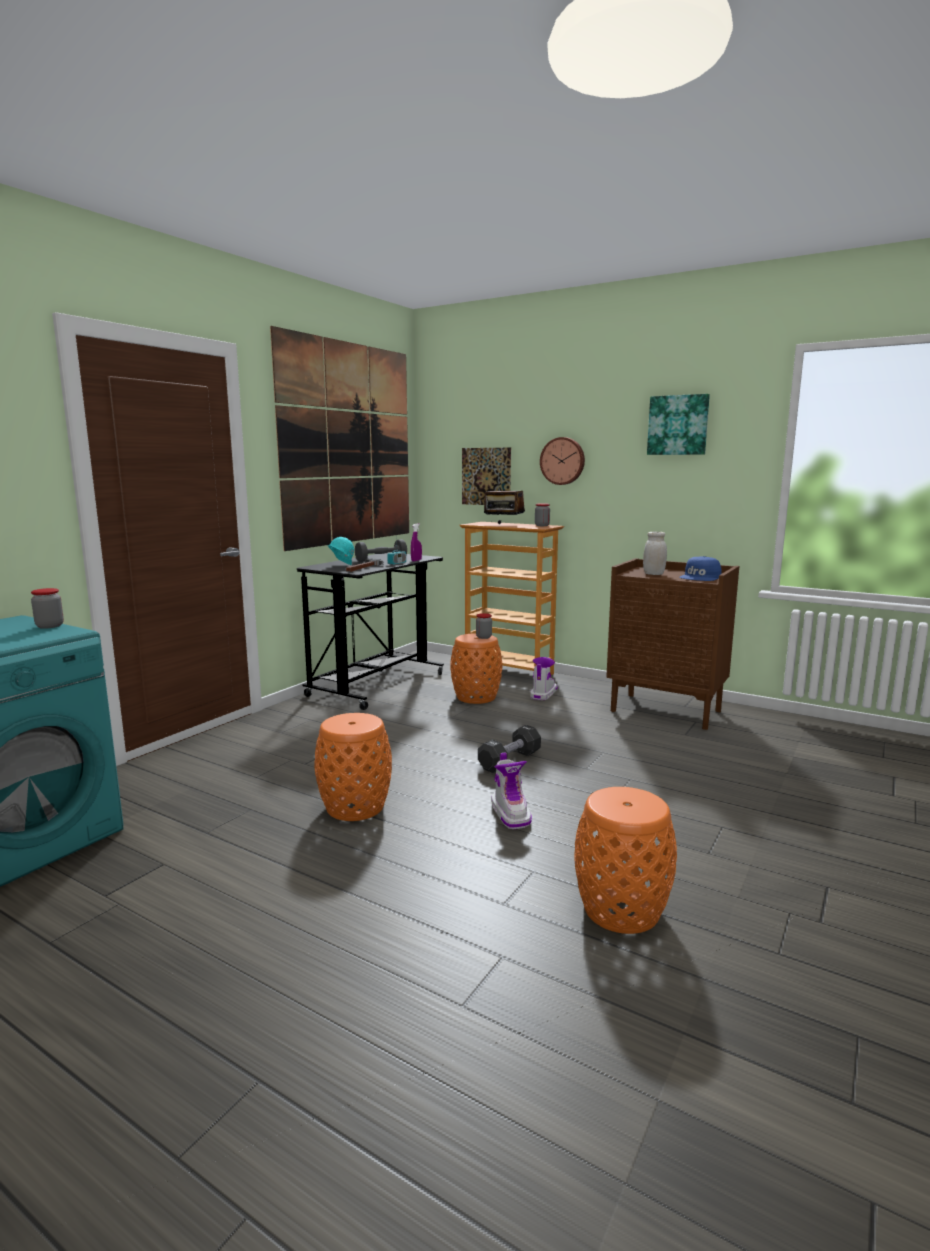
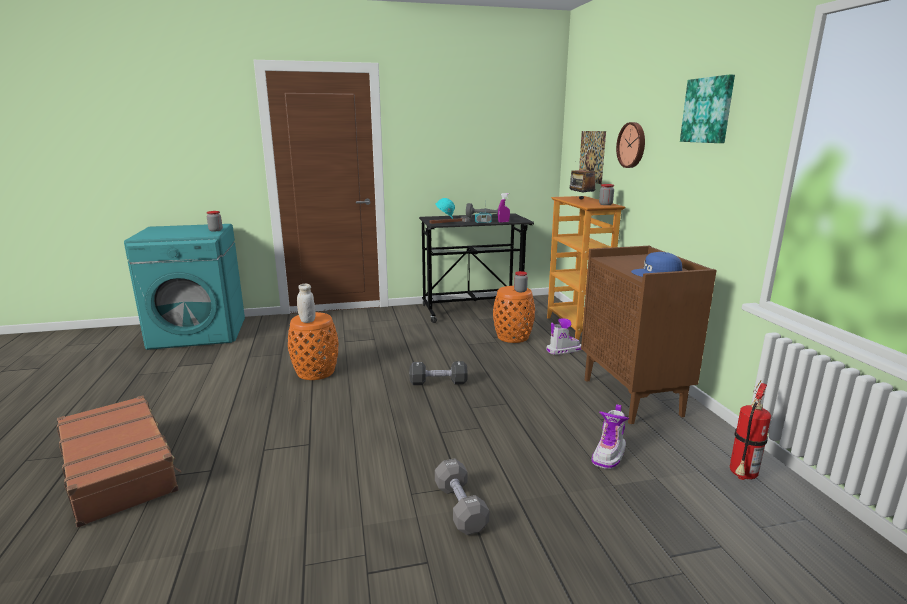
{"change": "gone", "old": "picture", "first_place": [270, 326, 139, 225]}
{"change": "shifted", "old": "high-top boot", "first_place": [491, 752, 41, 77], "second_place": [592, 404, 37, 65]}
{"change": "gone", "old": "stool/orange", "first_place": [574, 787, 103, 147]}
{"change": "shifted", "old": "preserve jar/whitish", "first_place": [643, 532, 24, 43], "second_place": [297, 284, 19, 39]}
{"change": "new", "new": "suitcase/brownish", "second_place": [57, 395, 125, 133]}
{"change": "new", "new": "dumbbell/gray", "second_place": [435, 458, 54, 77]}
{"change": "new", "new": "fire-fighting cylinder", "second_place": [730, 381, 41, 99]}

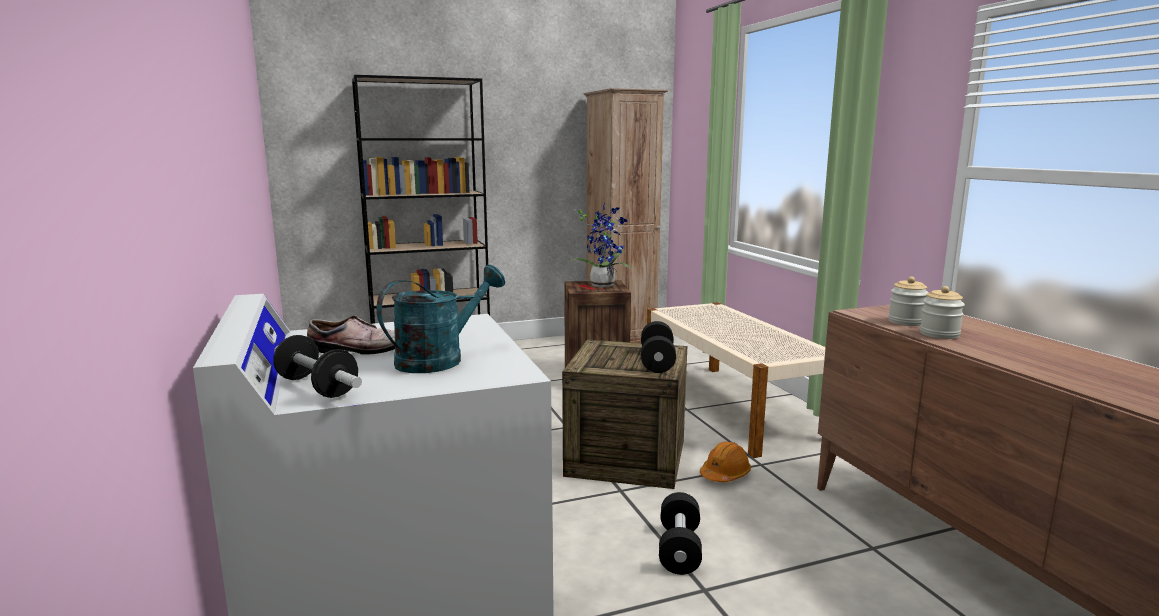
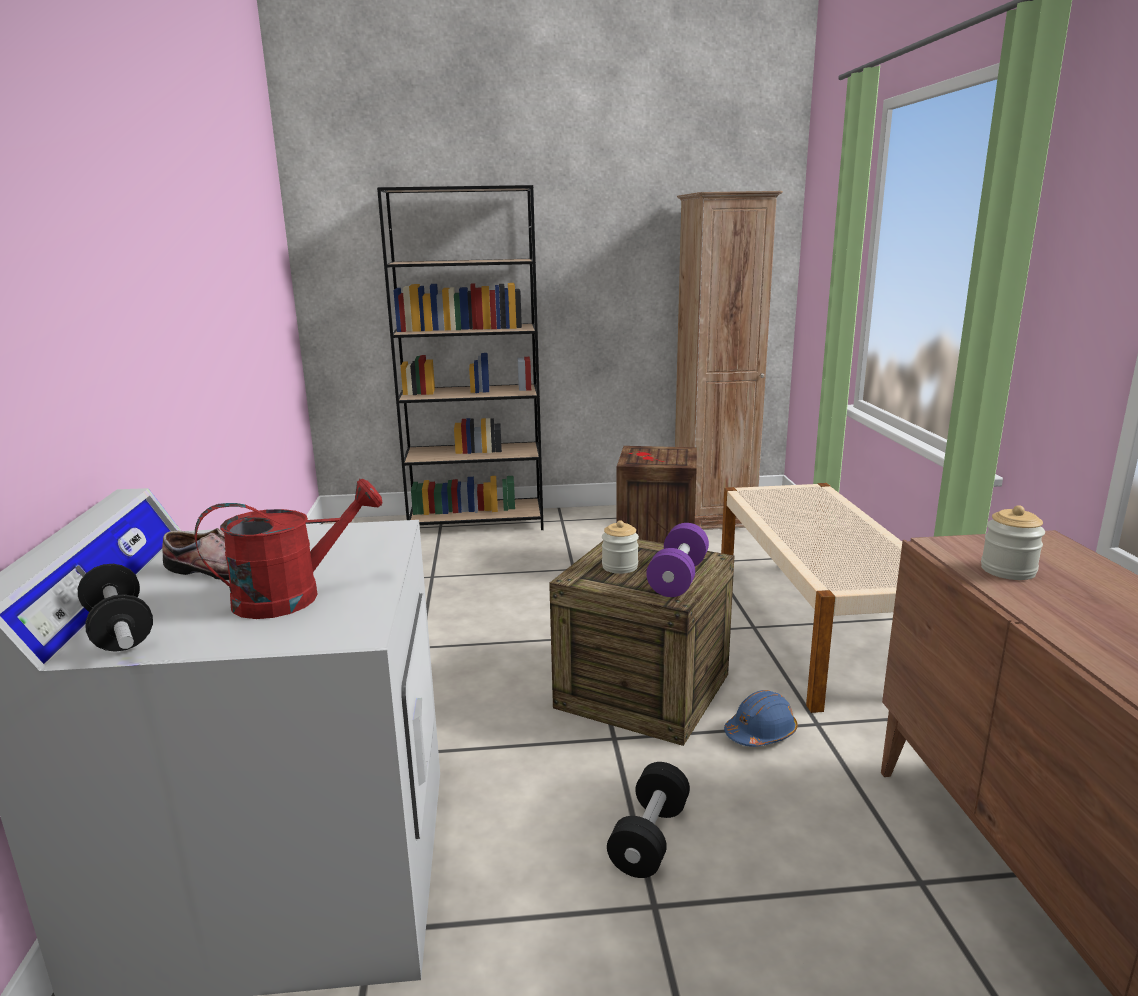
{"change": "repainted", "old": "watering can/turquoise", "new": "watering can/red-coloured", "first_place": [377, 265, 128, 108], "second_place": [195, 479, 187, 140]}
{"change": "gone", "old": "plant in a pot", "first_place": [566, 202, 65, 85]}
{"change": "repainted", "old": "dumbbell/blackish", "new": "dumbbell/purple", "first_place": [641, 321, 35, 52], "second_place": [646, 523, 63, 74]}
{"change": "repainted", "old": "work helmet/orange", "new": "work helmet/blue", "first_place": [700, 442, 51, 40], "second_place": [724, 690, 74, 57]}
{"change": "shifted", "old": "preserve jar", "first_place": [920, 286, 45, 53], "second_place": [602, 520, 37, 54]}

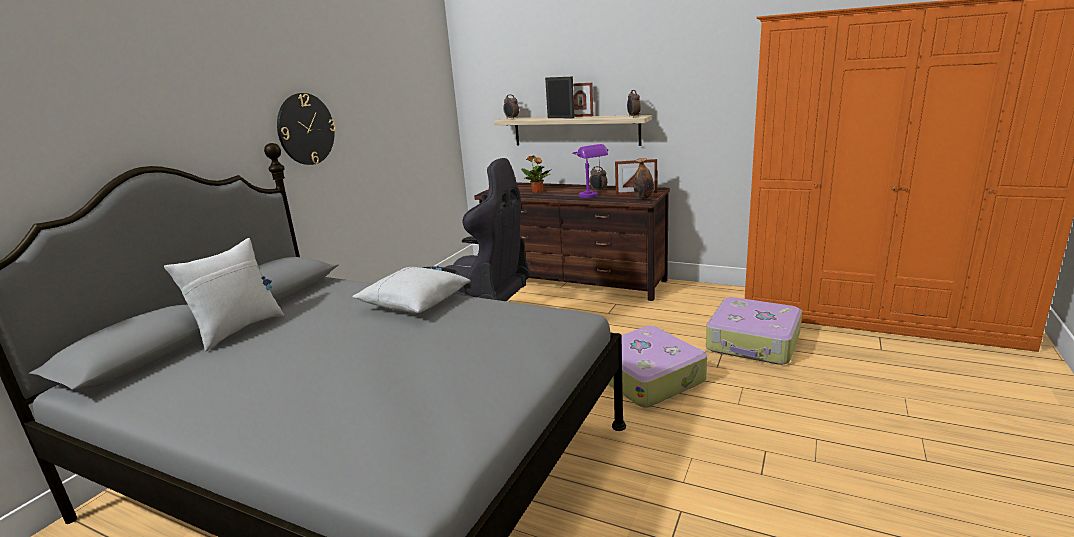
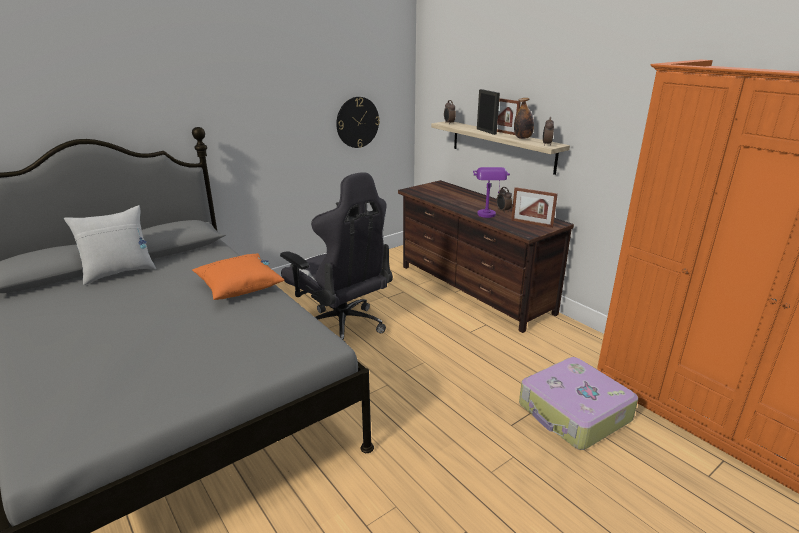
{"change": "shifted", "old": "clock on the wall", "first_place": [277, 93, 59, 72], "second_place": [336, 97, 44, 51]}
{"change": "repainted", "old": "cushion/gray", "new": "cushion/orange", "first_place": [353, 266, 117, 47], "second_place": [192, 253, 93, 47]}
{"change": "gone", "old": "plant in a pot", "first_place": [521, 155, 31, 38]}
{"change": "gone", "old": "suitcase", "first_place": [608, 326, 99, 82]}
{"change": "shifted", "old": "drink bottle", "first_place": [633, 158, 21, 41], "second_place": [514, 98, 20, 41]}

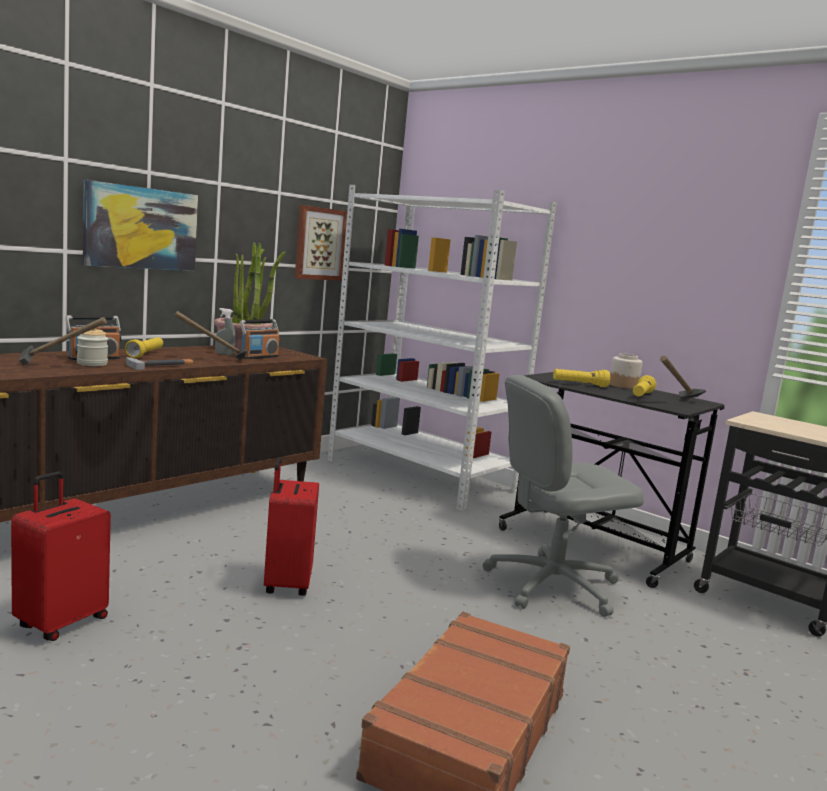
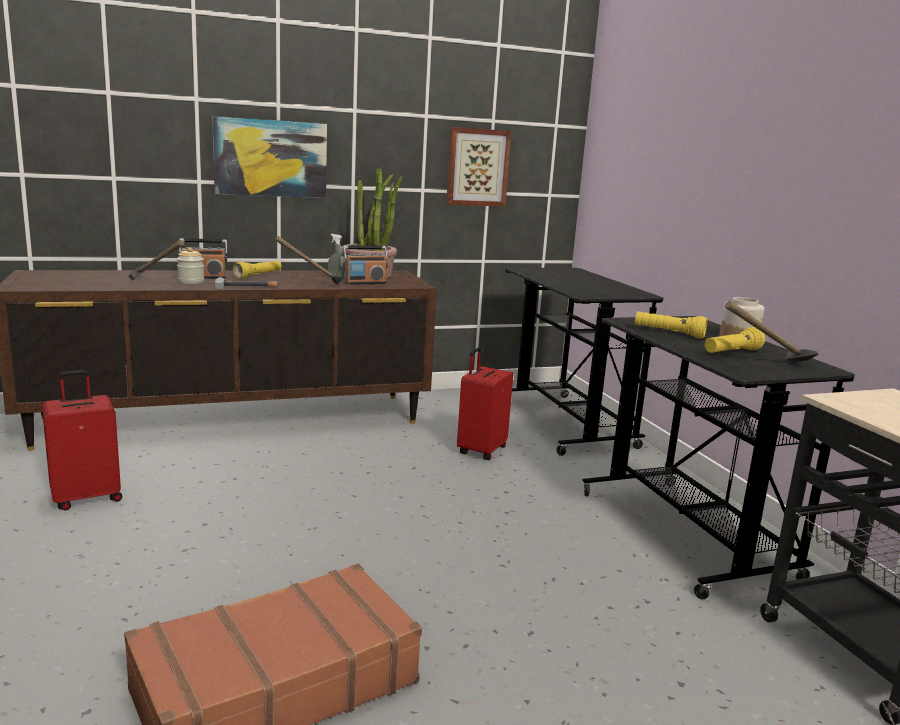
{"change": "shifted", "old": "suitcase/red-coloured", "first_place": [264, 457, 55, 139], "second_place": [457, 347, 56, 113]}
{"change": "swapped", "old": "bookshelf/whitish", "new": "desk/blackish", "first_place": [328, 185, 229, 326], "second_place": [505, 268, 158, 188]}
{"change": "gone", "old": "office chair/gray", "first_place": [482, 375, 162, 242]}

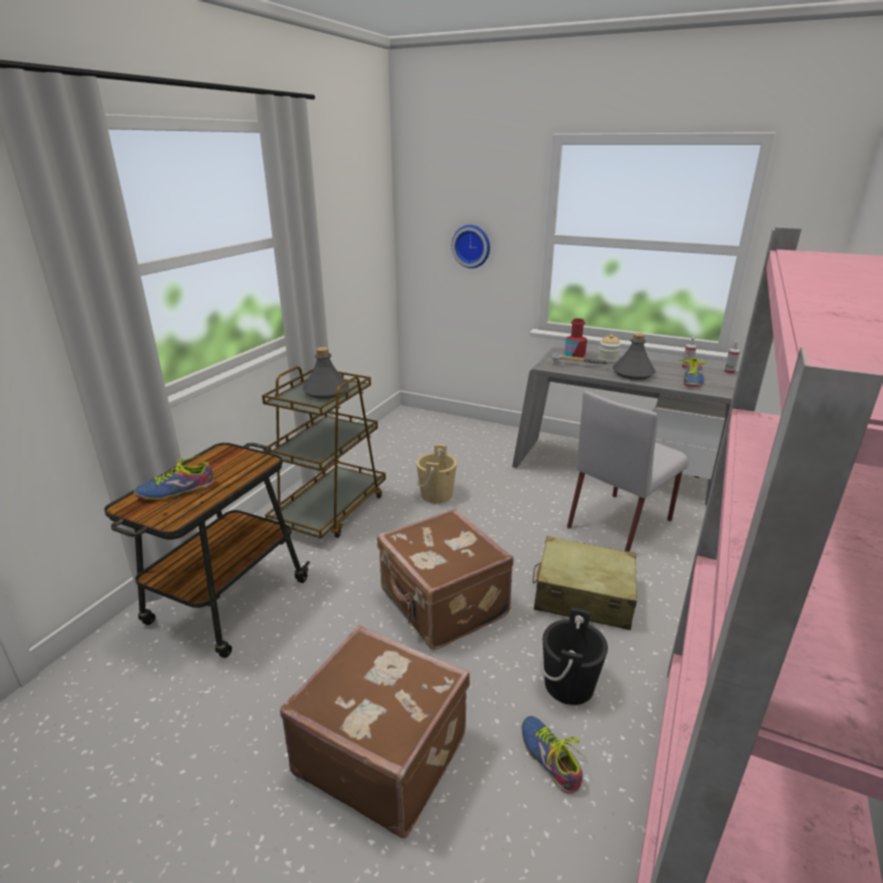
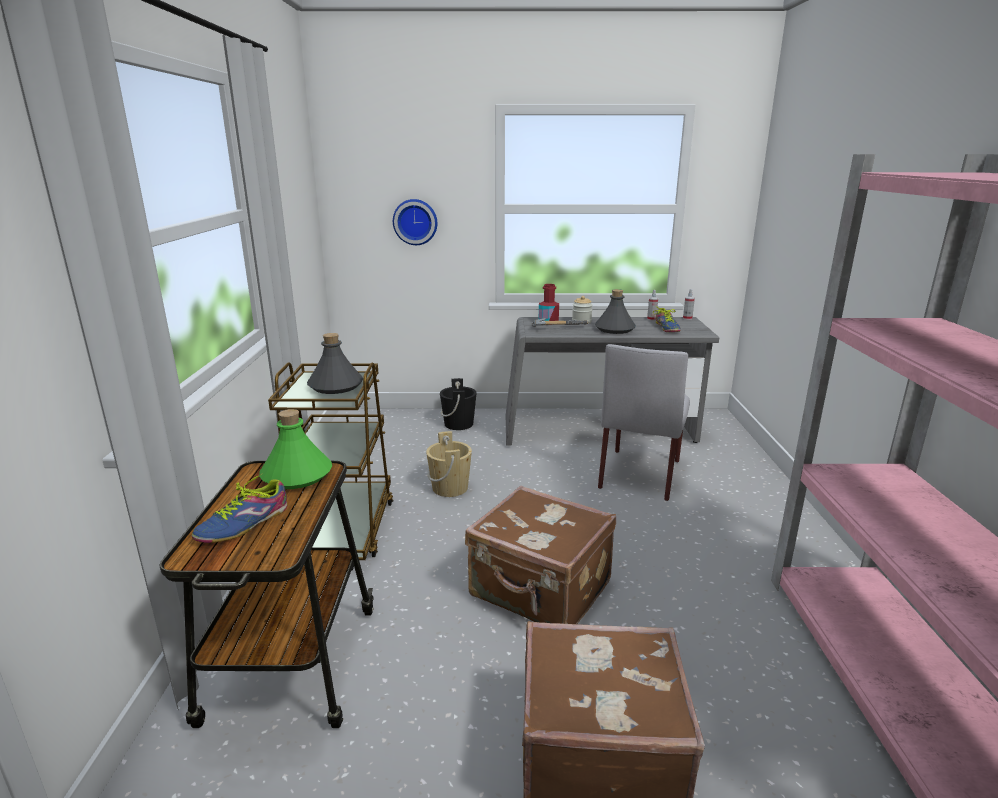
{"change": "gone", "old": "item of footwear", "first_place": [522, 716, 64, 78]}
{"change": "gone", "old": "suitcase/sand-coloured", "first_place": [533, 536, 104, 94]}
{"change": "shifted", "old": "bucket/blackish", "first_place": [540, 608, 68, 97], "second_place": [440, 378, 37, 52]}
{"change": "new", "new": "drink bottle/green-coloured", "second_place": [259, 409, 73, 80]}

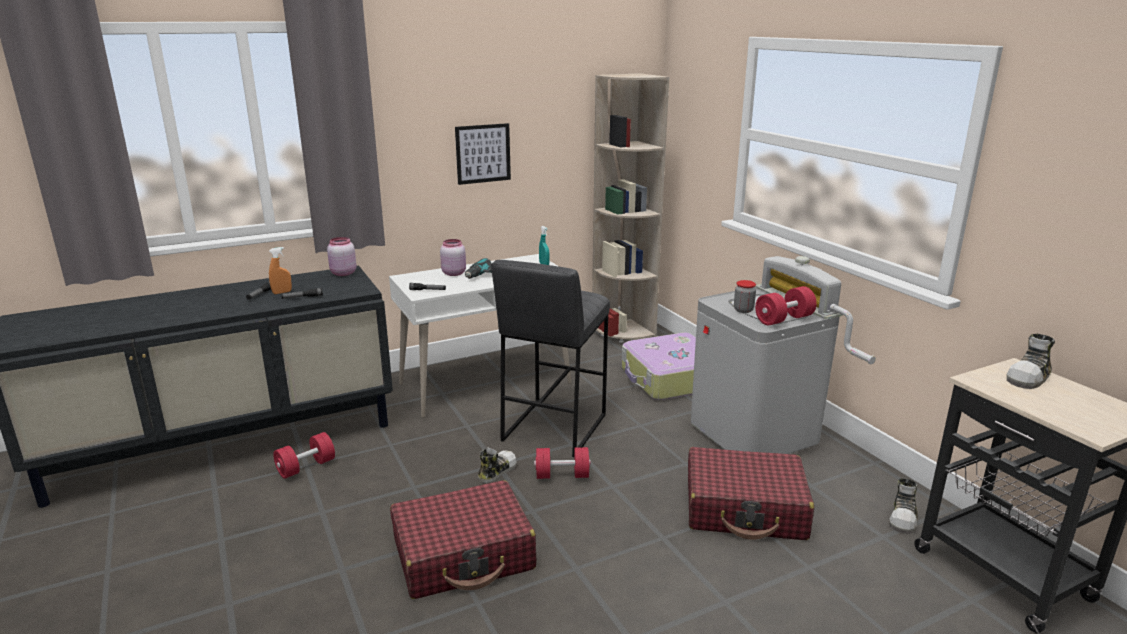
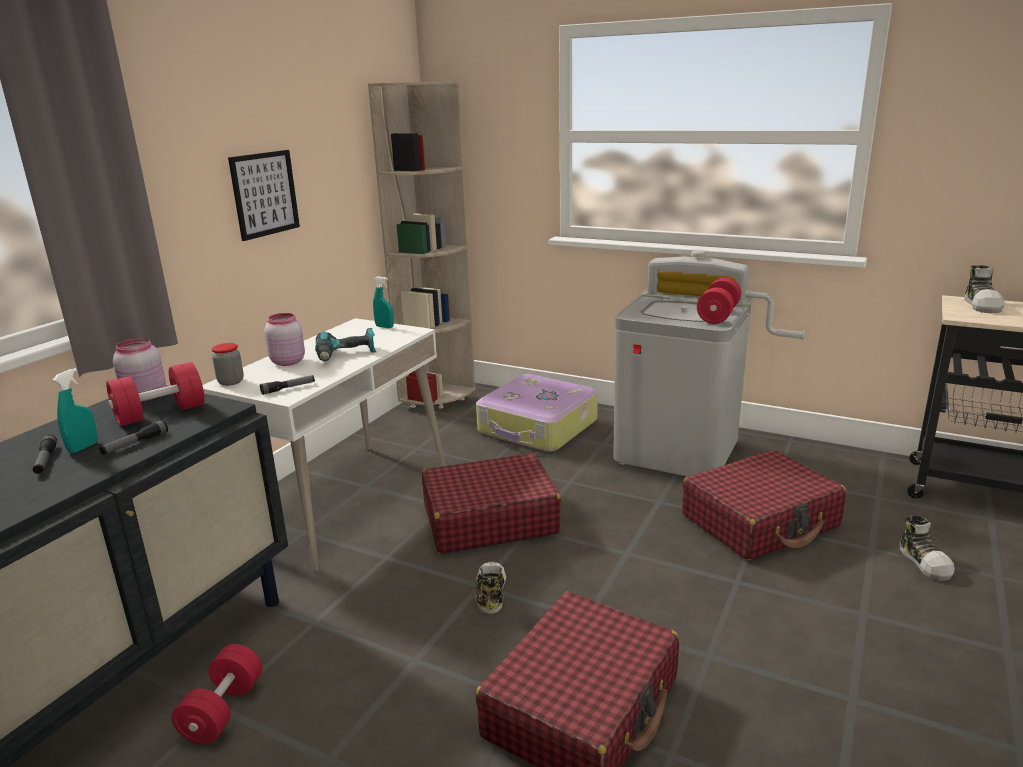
{"change": "repainted", "old": "hand sprayer/orange", "new": "hand sprayer/turquoise", "first_place": [269, 247, 23, 47], "second_place": [52, 368, 46, 85]}
{"change": "swapped", "old": "stool/gray", "new": "suitcase/red-coloured", "first_place": [491, 260, 119, 197], "second_place": [422, 453, 139, 101]}
{"change": "shifted", "old": "dumbbell/red-coloured", "first_place": [534, 447, 57, 32], "second_place": [106, 362, 99, 64]}
{"change": "shifted", "old": "preserve jar", "first_place": [734, 280, 22, 33], "second_place": [212, 343, 32, 43]}
{"change": "shifted", "old": "item of footwear", "first_place": [890, 478, 28, 56], "second_place": [900, 516, 55, 65]}

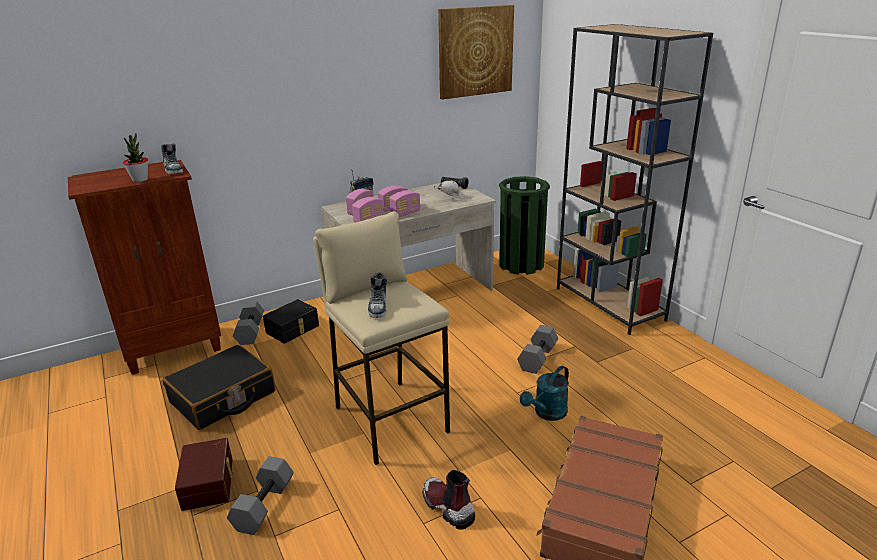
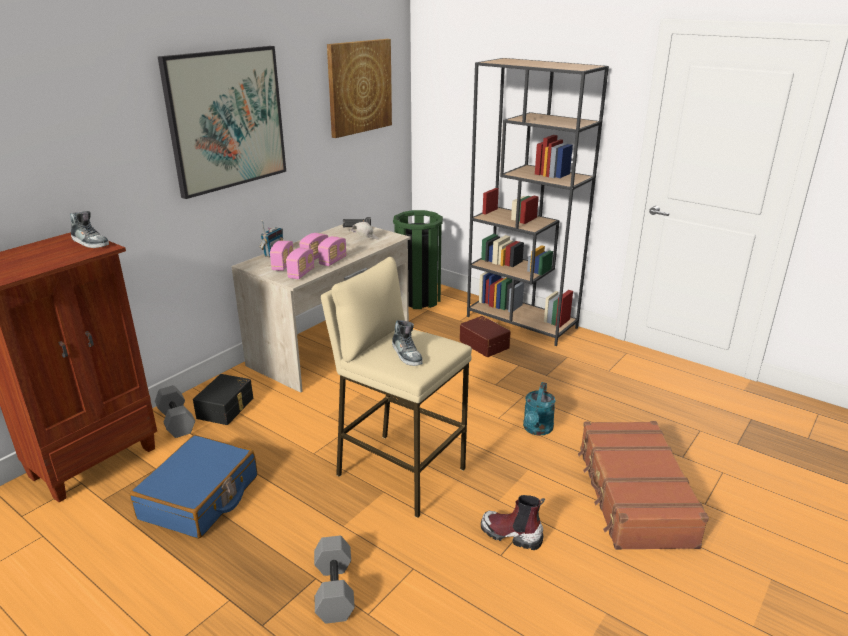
{"change": "gone", "old": "plant in a pot", "first_place": [123, 133, 25, 49]}
{"change": "repainted", "old": "suitcase/blackish", "new": "suitcase/blue", "first_place": [163, 345, 113, 85], "second_place": [130, 435, 127, 104]}
{"change": "shifted", "old": "storage bin/brownish", "first_place": [175, 438, 59, 73], "second_place": [460, 316, 51, 41]}
{"change": "gone", "old": "dumbbell/gray", "first_place": [517, 325, 41, 49]}
{"change": "new", "new": "picture", "second_place": [158, 46, 128, 153]}

